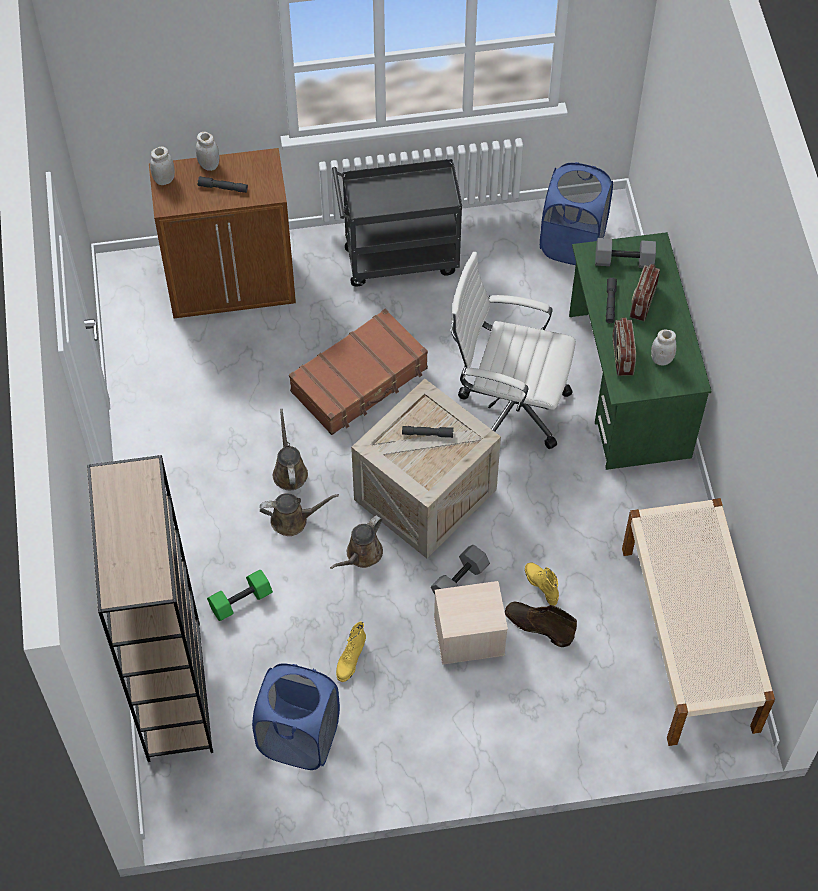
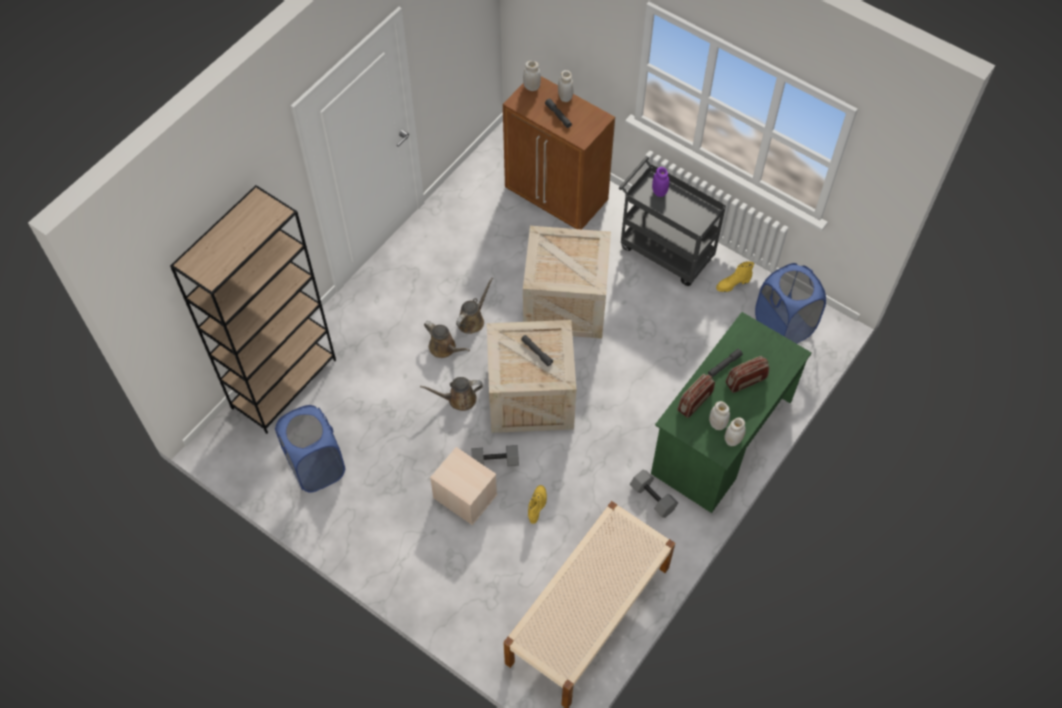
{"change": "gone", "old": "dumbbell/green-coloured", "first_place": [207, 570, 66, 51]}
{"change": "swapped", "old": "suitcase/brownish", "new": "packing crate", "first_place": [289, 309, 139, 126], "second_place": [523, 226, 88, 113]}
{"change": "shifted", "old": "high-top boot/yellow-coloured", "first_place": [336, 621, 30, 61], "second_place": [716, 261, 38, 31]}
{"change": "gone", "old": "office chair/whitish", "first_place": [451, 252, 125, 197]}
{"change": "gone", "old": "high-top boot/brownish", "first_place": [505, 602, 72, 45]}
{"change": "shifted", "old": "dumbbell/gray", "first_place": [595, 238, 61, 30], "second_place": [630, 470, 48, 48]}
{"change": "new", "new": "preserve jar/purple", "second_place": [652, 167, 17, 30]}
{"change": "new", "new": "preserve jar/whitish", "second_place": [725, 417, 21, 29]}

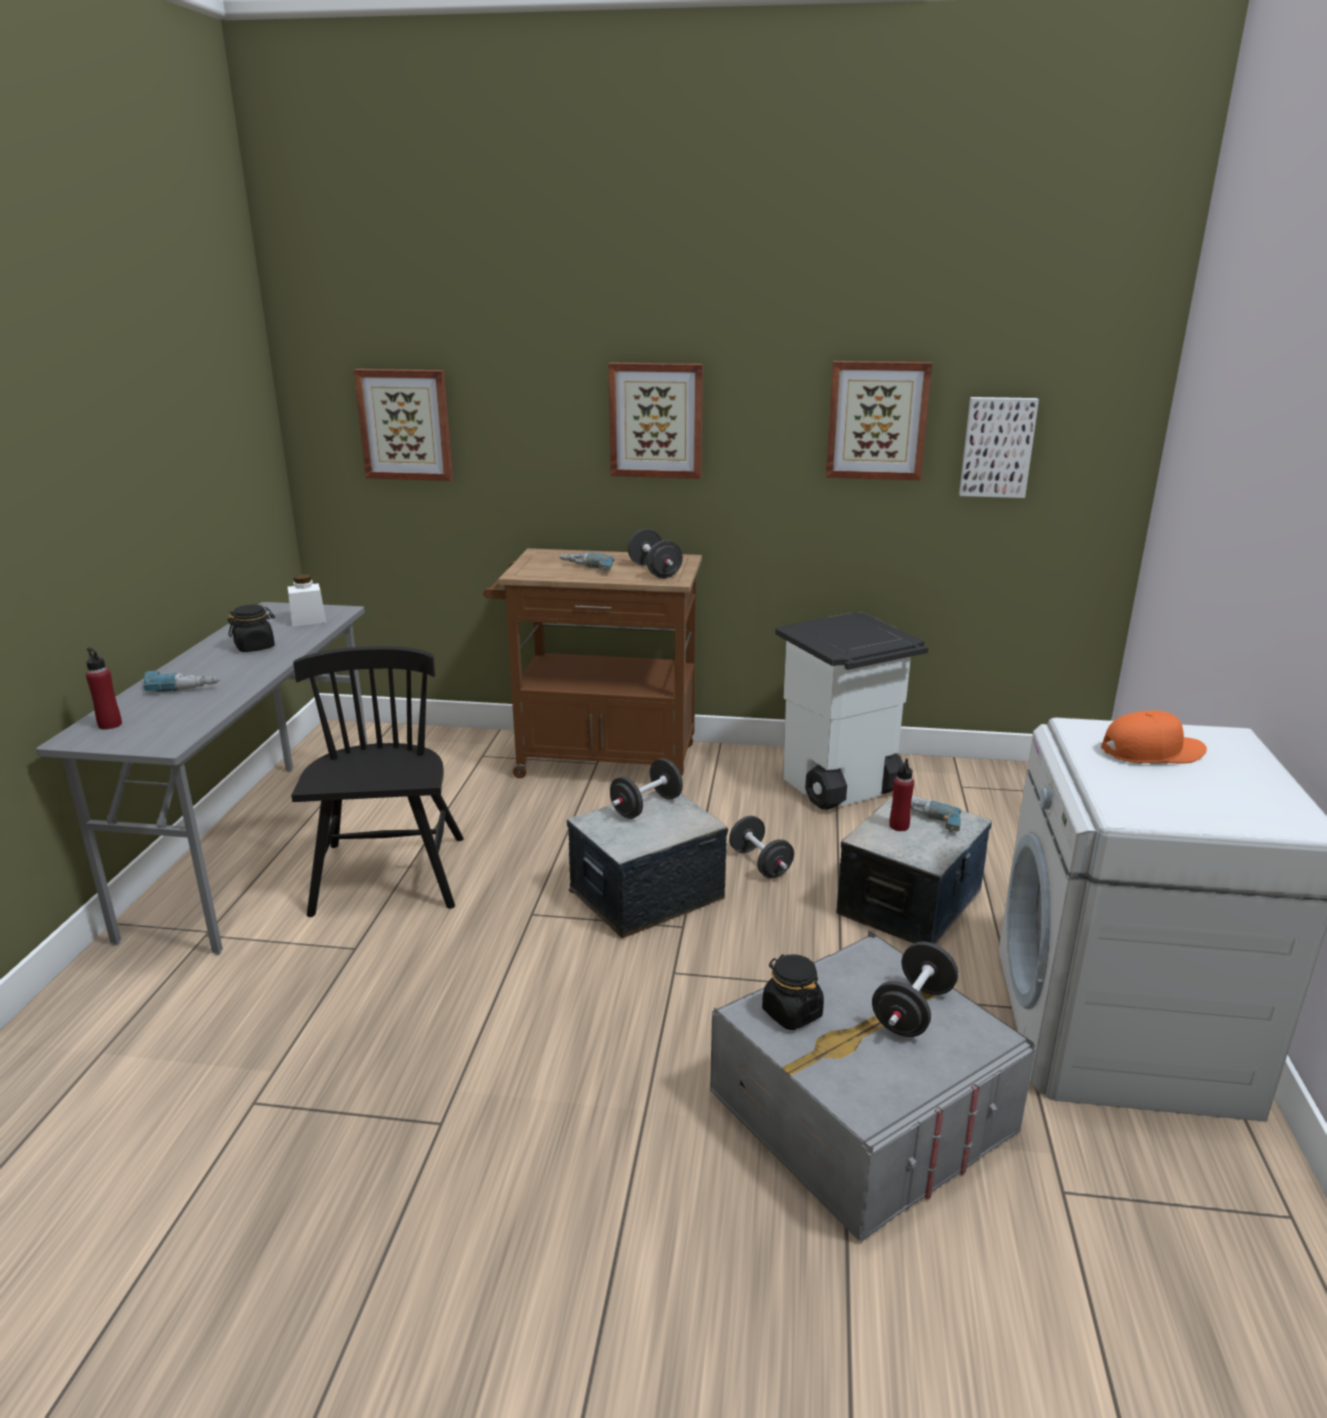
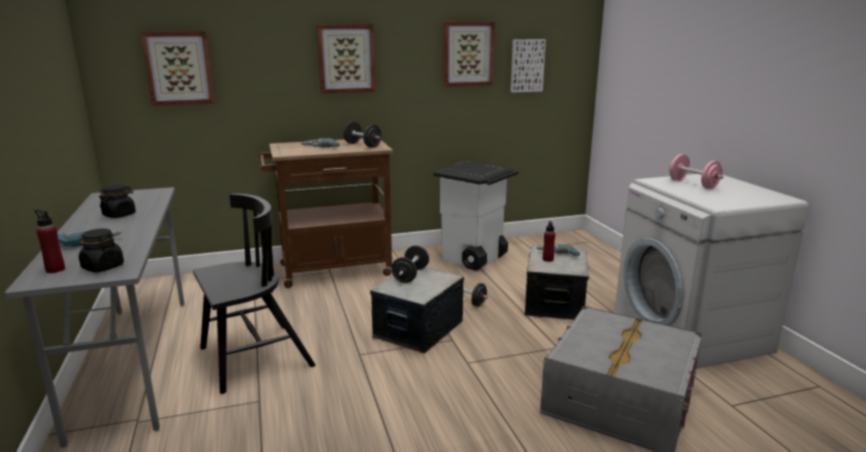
{"change": "gone", "old": "preserve jar/whitish", "first_place": [288, 574, 38, 52]}
{"change": "rotated", "old": "plain chair/blackish", "first_place": [291, 646, 173, 271], "second_place": [193, 194, 122, 200], "degrees": 90}
{"change": "shifted", "old": "preserve jar/blackish", "first_place": [762, 954, 62, 76], "second_place": [79, 228, 45, 45]}
{"change": "gone", "old": "dumbbell/blackish", "first_place": [872, 942, 86, 95]}
{"change": "swapped", "old": "peaked cap/orange", "new": "dumbbell/pinkish", "first_place": [1101, 711, 106, 52], "second_place": [669, 154, 54, 35]}

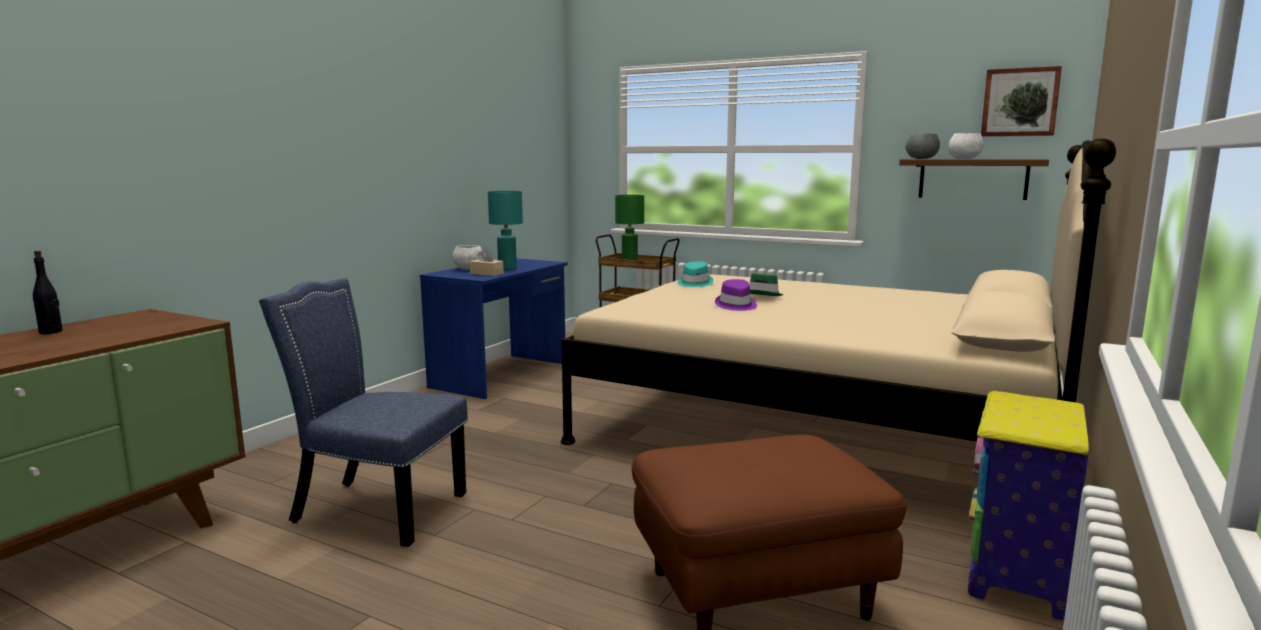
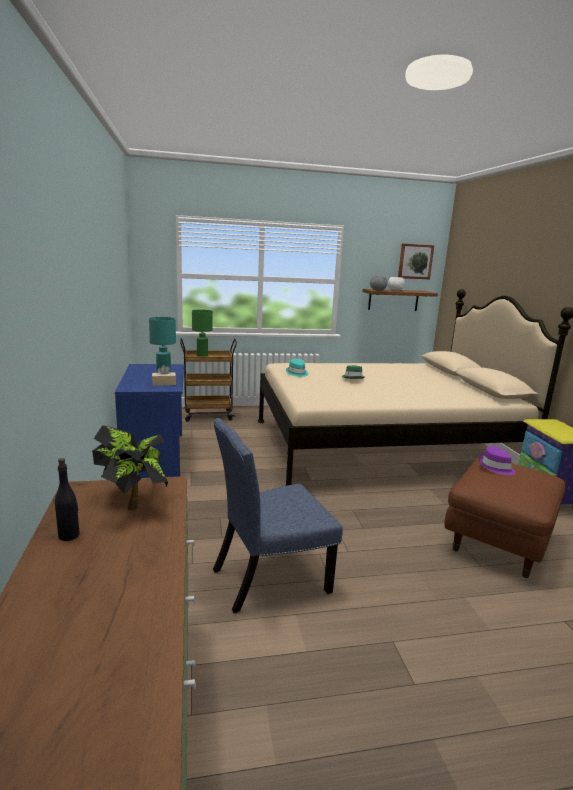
{"change": "gone", "old": "serving bowl/whitish", "first_place": [452, 245, 30, 25]}
{"change": "shifted", "old": "wearable hat/purple", "first_place": [715, 279, 42, 32], "second_place": [479, 446, 37, 29]}
{"change": "new", "new": "plant in a pot", "second_place": [92, 425, 76, 86]}

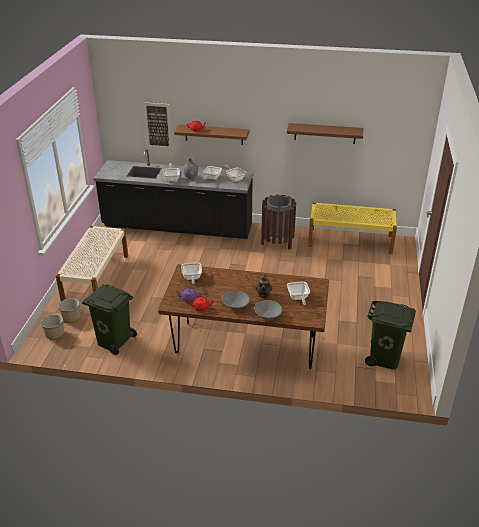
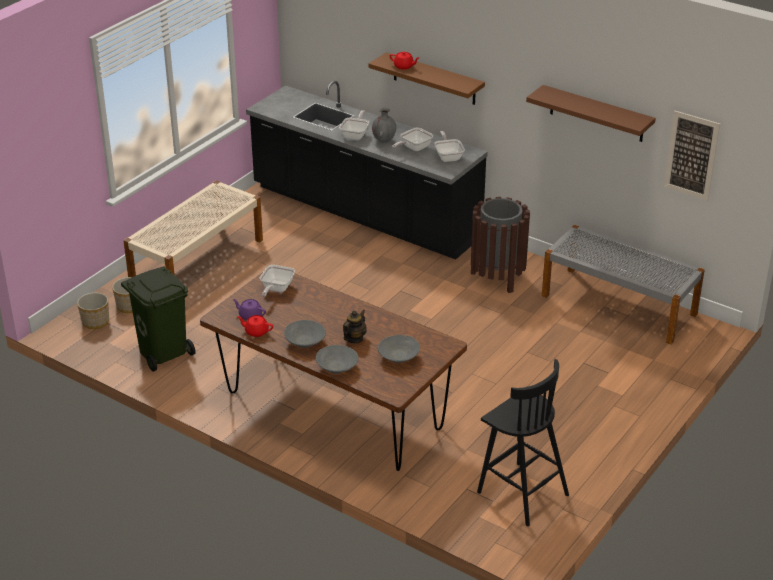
{"change": "shifted", "old": "picture", "first_place": [143, 102, 29, 47], "second_place": [664, 110, 56, 91]}
{"change": "swapped", "old": "frying pan", "new": "serving bowl/gray", "first_place": [287, 281, 23, 25], "second_place": [378, 335, 42, 28]}
{"change": "repainted", "old": "long seat/yellow-coloured", "new": "long seat/gray", "first_place": [308, 202, 89, 53], "second_place": [542, 225, 163, 120]}
{"change": "swapped", "old": "trash can/green-coloured", "new": "stool/blackish", "first_place": [365, 301, 51, 69], "second_place": [477, 359, 92, 167]}

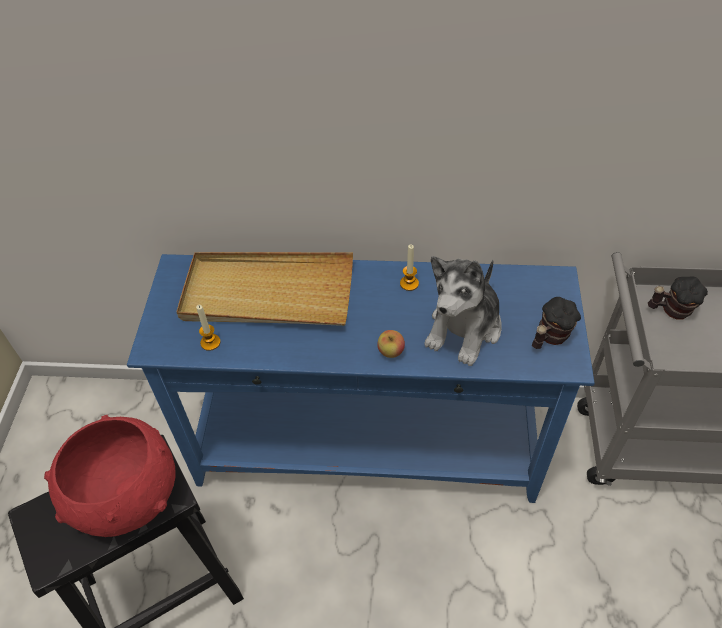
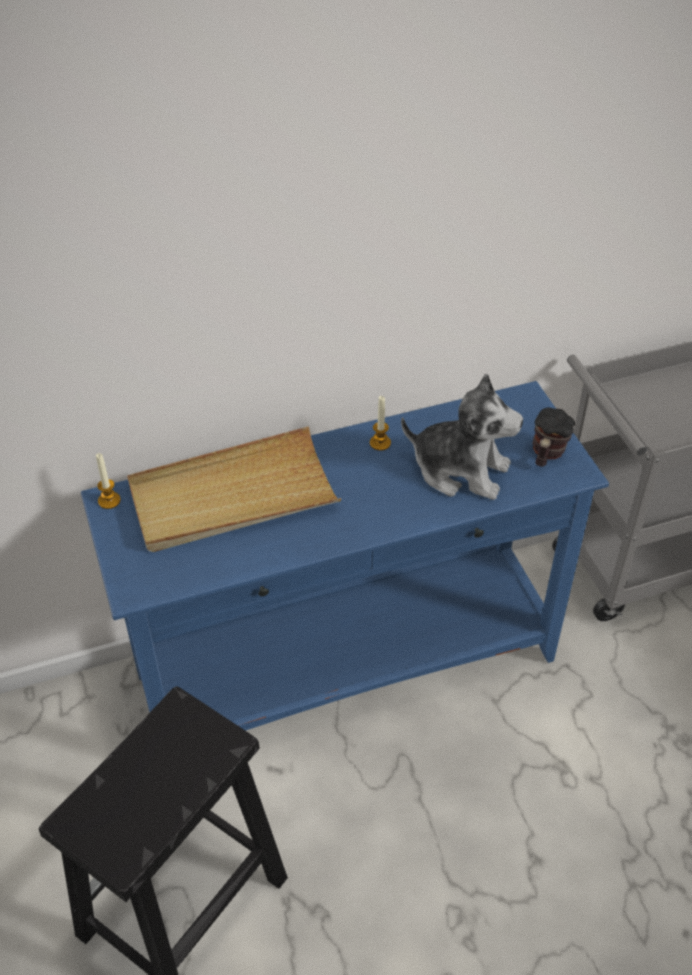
{"change": "gone", "old": "serving bowl/red-coloured", "first_place": [44, 415, 131, 122]}
{"change": "shifted", "old": "wax light", "first_place": [196, 305, 25, 46], "second_place": [96, 453, 25, 56]}
{"change": "gone", "old": "apple fruit", "first_place": [377, 330, 28, 28]}
{"change": "rotated", "old": "cuddly toy", "first_place": [424, 256, 78, 110], "second_place": [401, 374, 122, 126], "degrees": -75}
{"change": "gone", "old": "coffee mug", "first_place": [648, 276, 60, 44]}

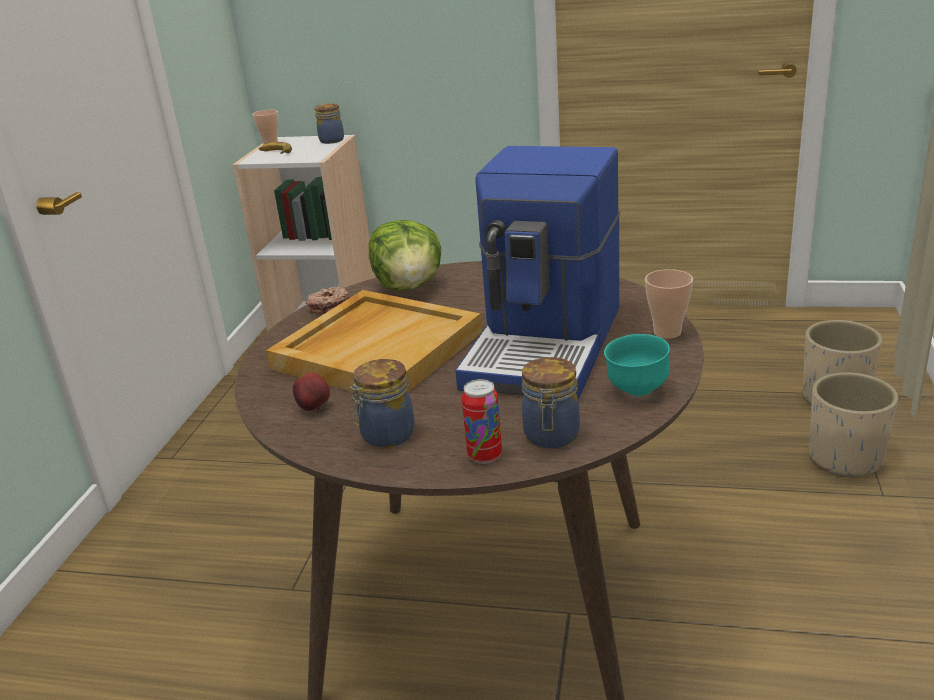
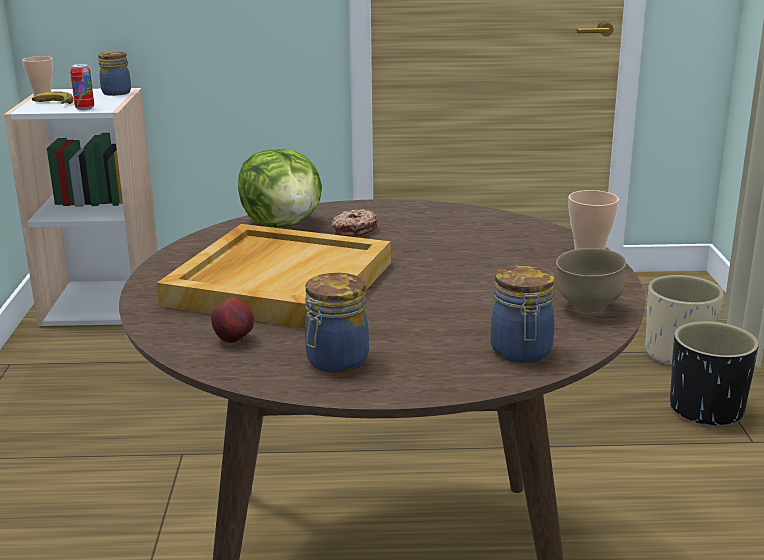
{"change": "shifted", "old": "doughnut", "first_place": [306, 287, 44, 27], "second_place": [331, 209, 47, 28]}
{"change": "gone", "old": "coffee maker", "first_place": [455, 146, 165, 254]}
{"change": "shifted", "old": "metal can", "first_place": [462, 379, 40, 85], "second_place": [70, 64, 24, 46]}
{"change": "repainted", "old": "serving bowl/turquoise", "new": "serving bowl/brownish", "first_place": [604, 334, 66, 62], "second_place": [556, 248, 70, 64]}
{"change": "repainted", "old": "planter/sand-coloured", "new": "planter/blackish", "first_place": [809, 372, 89, 105], "second_place": [670, 321, 89, 107]}

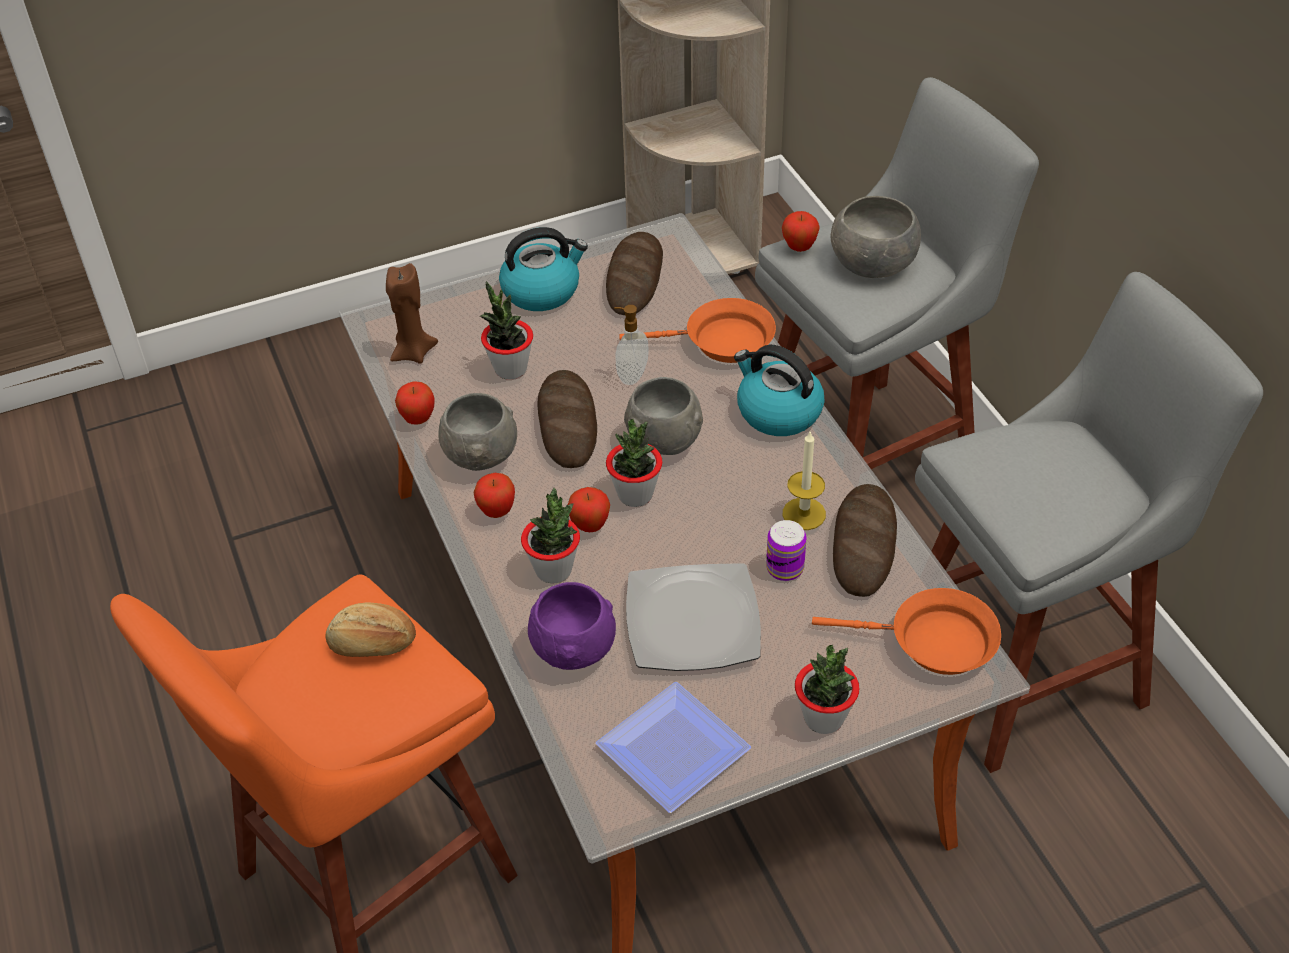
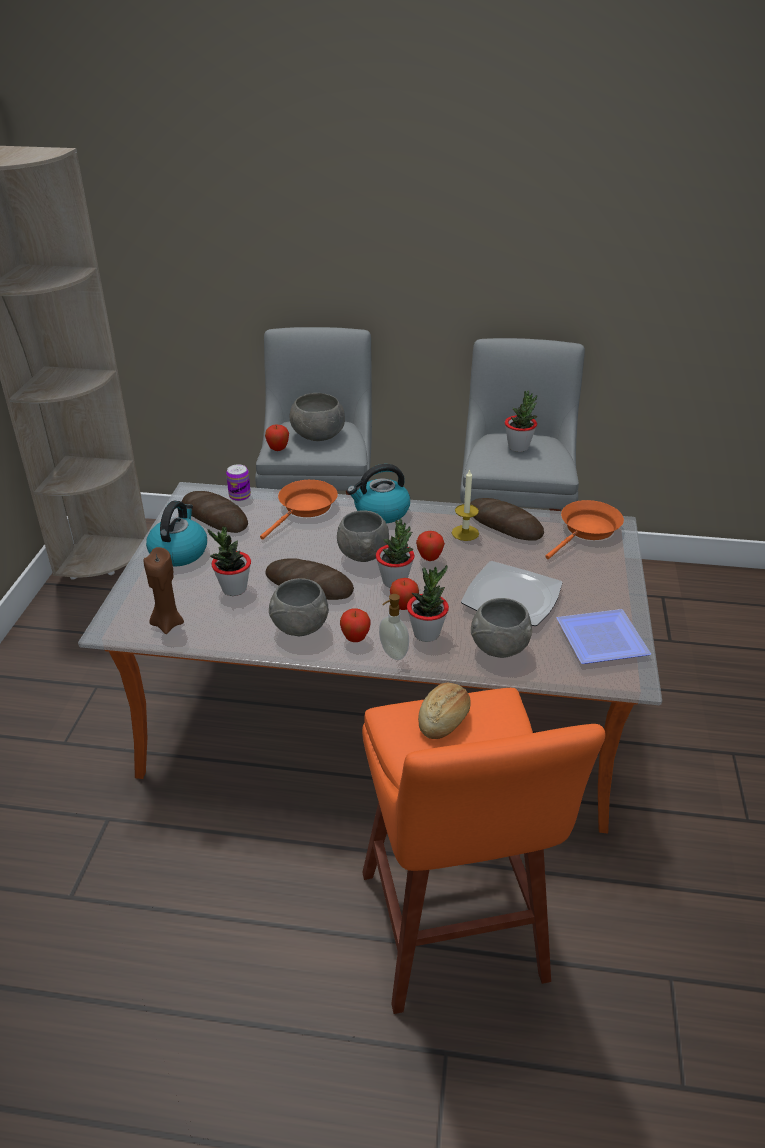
{"change": "shifted", "old": "apple fruit", "first_place": [395, 381, 40, 43], "second_place": [416, 531, 29, 30]}
{"change": "repainted", "old": "serving bowl/purple", "new": "serving bowl/gray", "first_place": [528, 582, 88, 88], "second_place": [471, 598, 61, 60]}
{"change": "shifted", "old": "soap dispenser", "first_place": [614, 305, 35, 80], "second_place": [379, 594, 30, 66]}
{"change": "shifted", "old": "metal can", "first_place": [766, 520, 41, 61], "second_place": [226, 464, 25, 37]}
{"change": "shifted", "old": "plant in a pot", "first_place": [795, 645, 65, 89], "second_place": [505, 391, 33, 61]}

